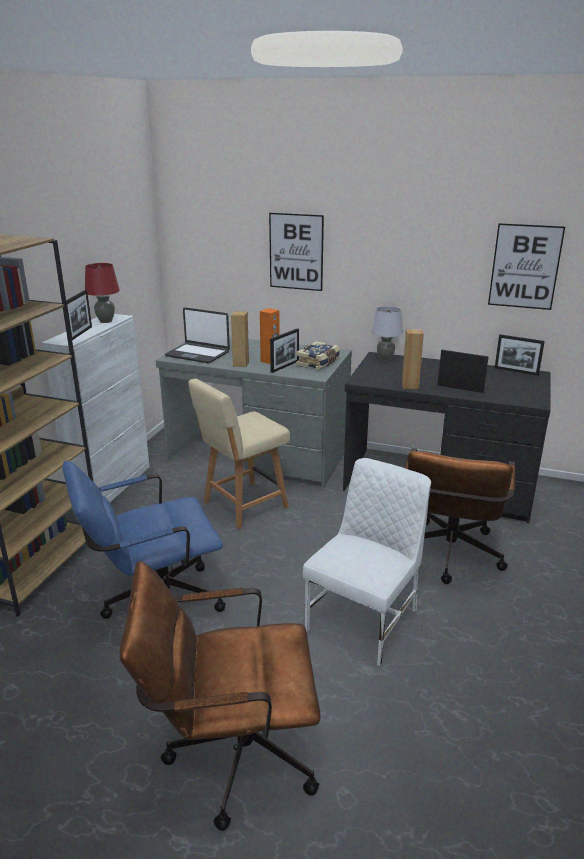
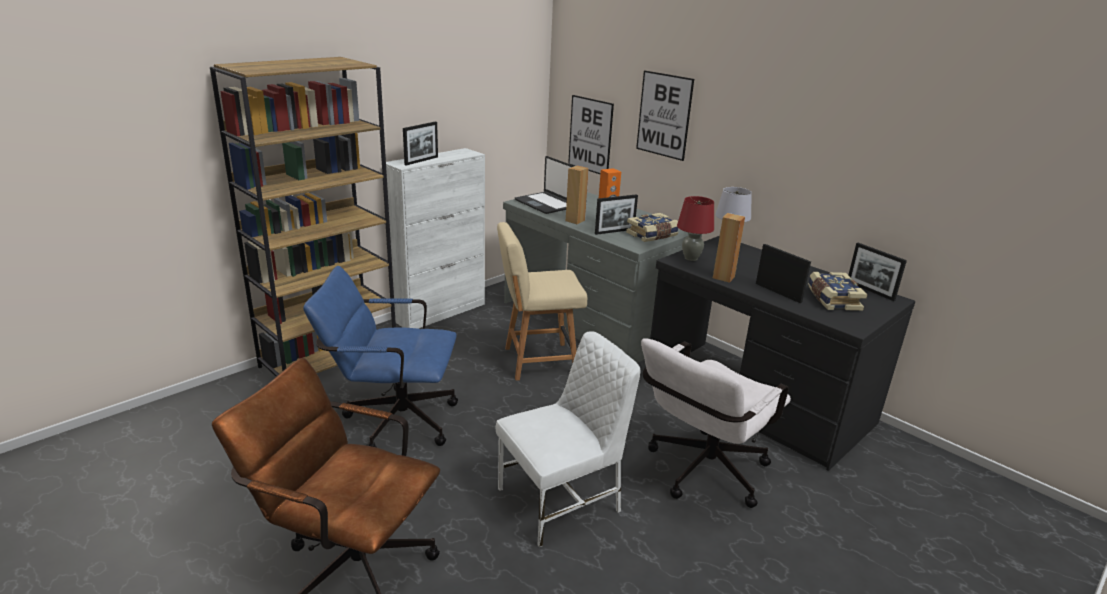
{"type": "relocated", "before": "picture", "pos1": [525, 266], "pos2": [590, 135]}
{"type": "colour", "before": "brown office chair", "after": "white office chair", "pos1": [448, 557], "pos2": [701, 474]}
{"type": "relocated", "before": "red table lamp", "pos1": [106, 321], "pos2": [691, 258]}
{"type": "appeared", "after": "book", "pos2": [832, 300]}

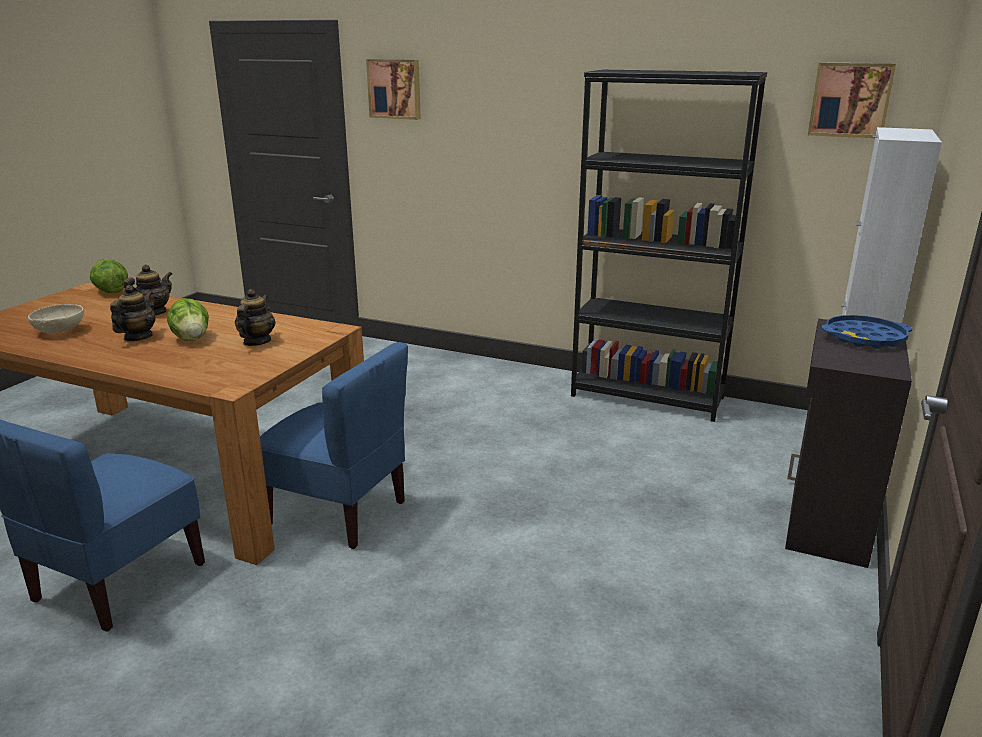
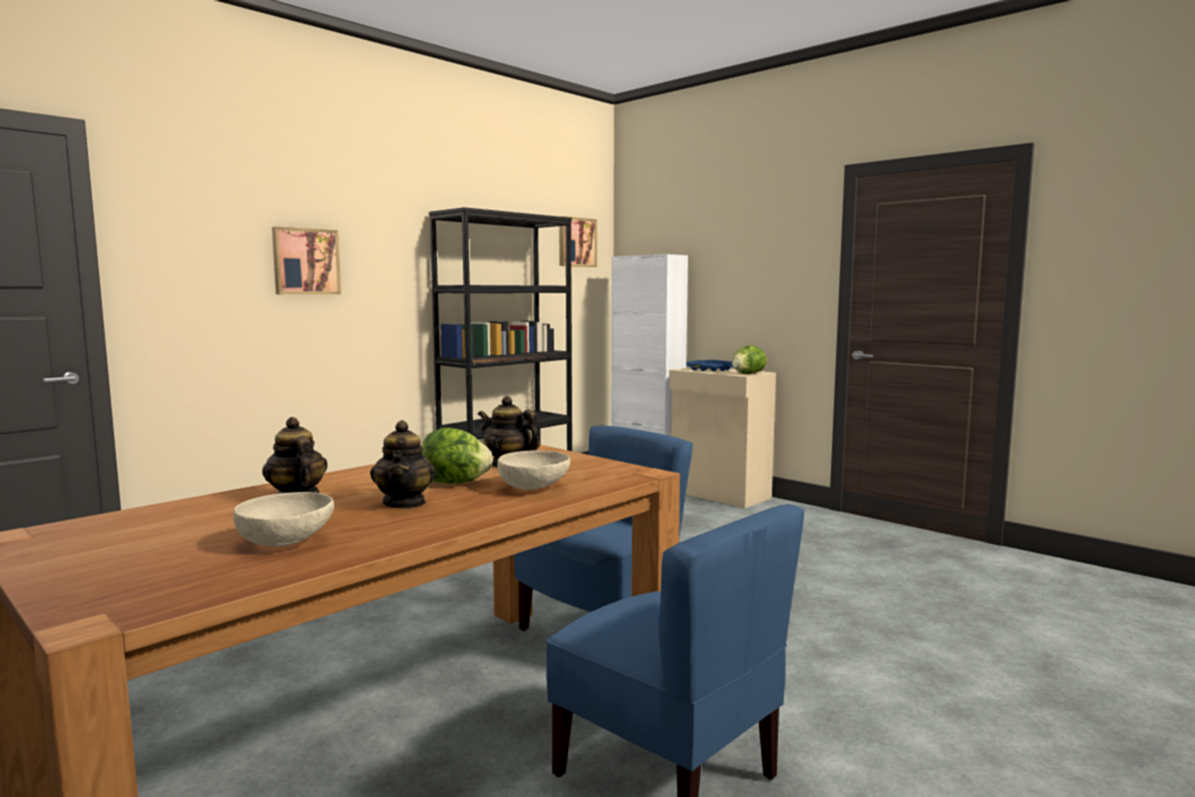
{"type": "relocated", "before": "picture", "pos1": [395, 89], "pos2": [305, 261]}
{"type": "spun", "before": "teapot", "pos1": [138, 337], "pos2": [405, 503], "turn": -135}
{"type": "appeared", "after": "beige bowl", "pos2": [534, 488]}
{"type": "colour", "before": "black cabinet", "after": "beige cabinet", "pos1": [825, 520], "pos2": [719, 495]}
{"type": "relocated", "before": "lettuce", "pos1": [110, 292], "pos2": [747, 374]}

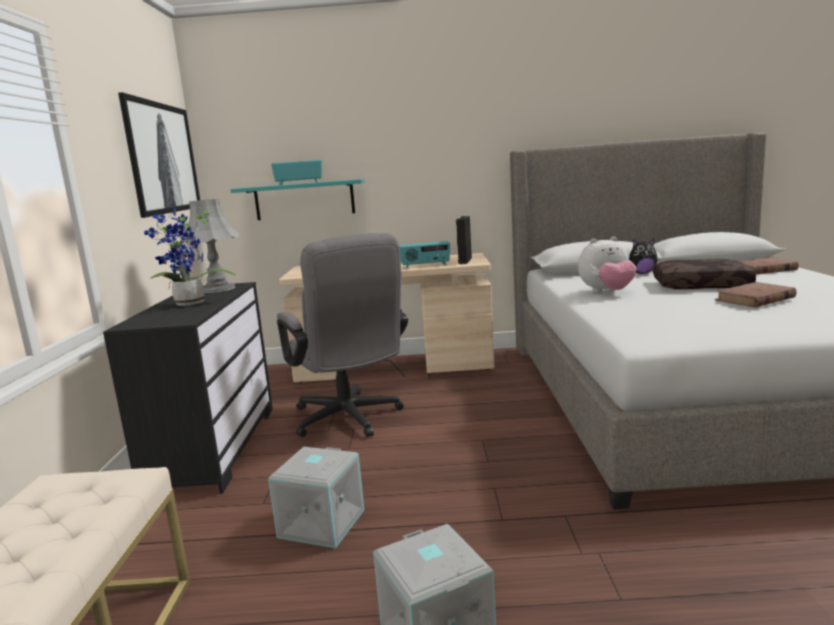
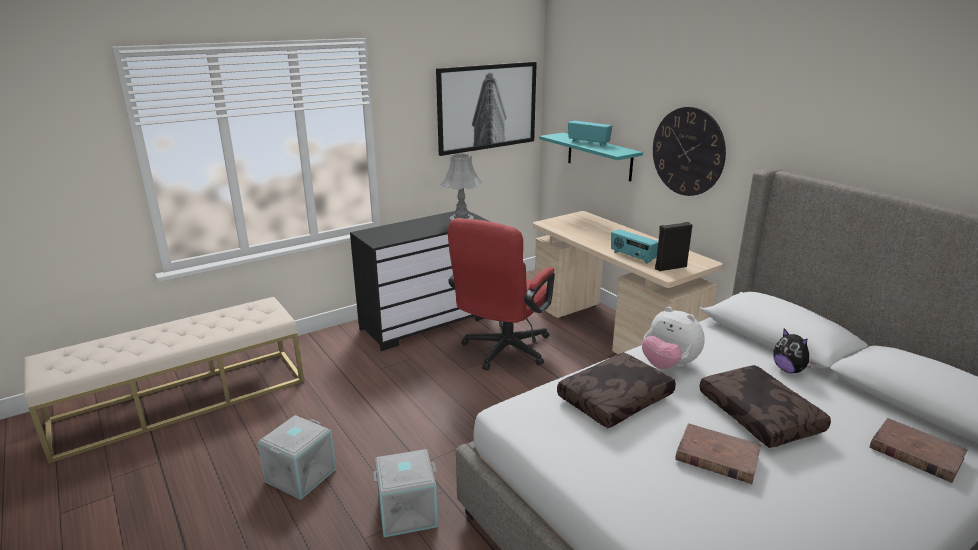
{"type": "relocated", "before": "grey storage box", "pos1": [320, 523], "pos2": [407, 511]}
{"type": "colour", "before": "grey office chair", "after": "red office chair", "pos1": [350, 420], "pos2": [502, 352]}
{"type": "appeared", "after": "brown pillow", "pos2": [615, 400]}
{"type": "appeared", "after": "wall clock", "pos2": [688, 151]}
{"type": "missing", "before": "potted plant", "pos1": [189, 304]}

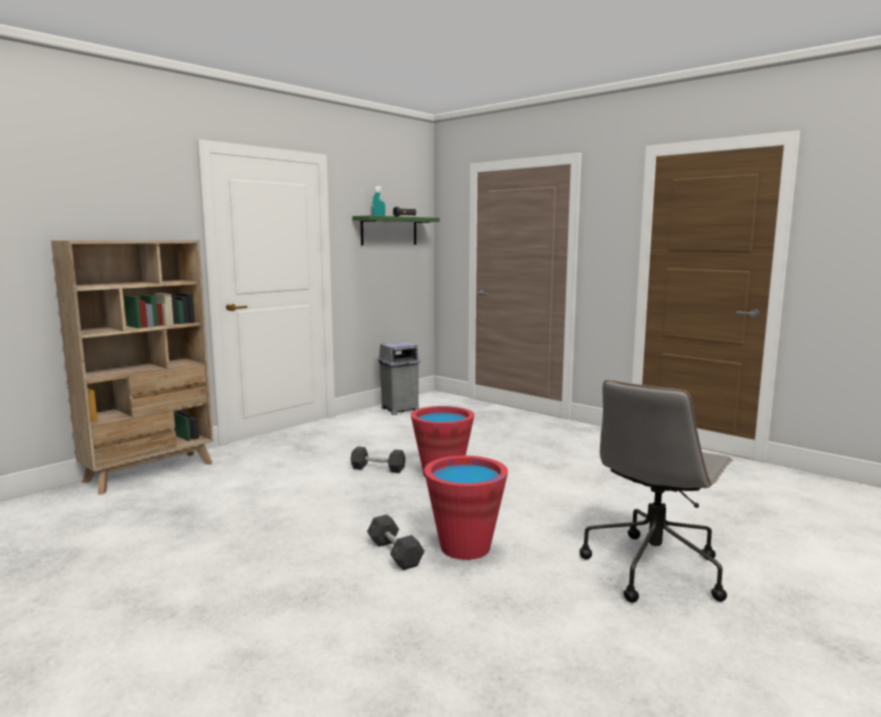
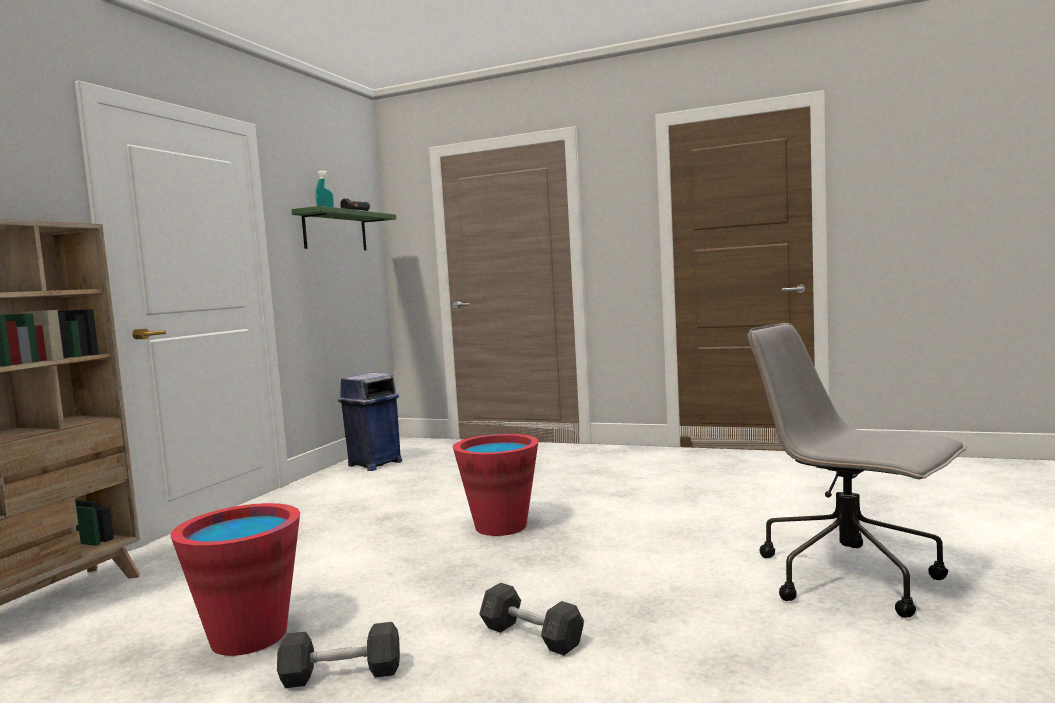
{"type": "relocated", "before": "red bucket", "pos1": [465, 547], "pos2": [249, 636]}
{"type": "relocated", "before": "grey dumbbell", "pos1": [378, 469], "pos2": [341, 674]}
{"type": "colour", "before": "grey trash can", "after": "blue trash can", "pos1": [399, 410], "pos2": [374, 464]}
{"type": "spun", "before": "grey office chair", "pos1": [653, 568], "pos2": [851, 578], "turn": 120}

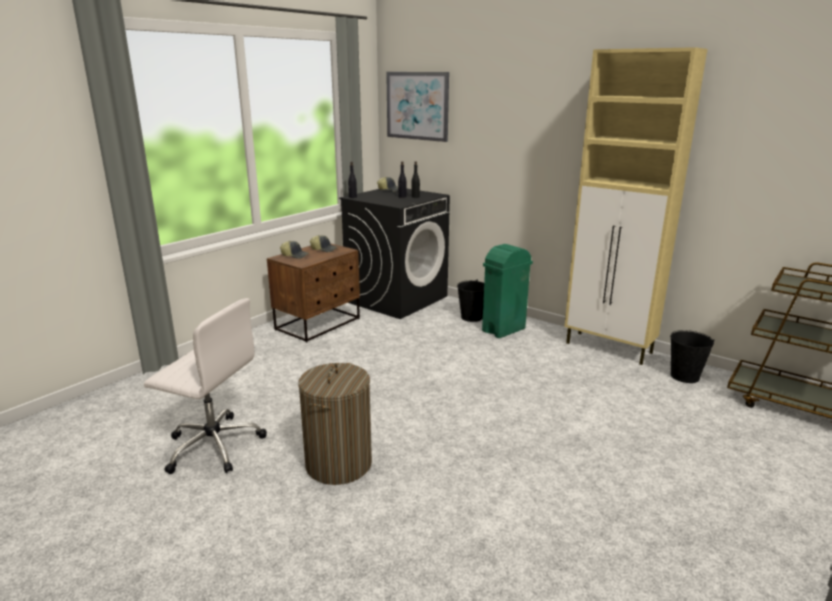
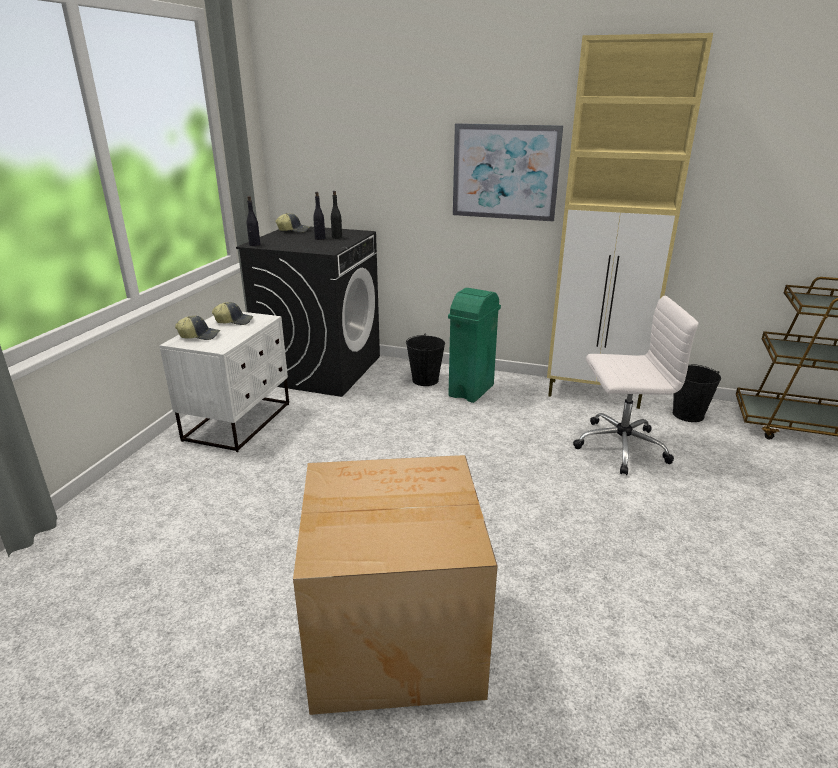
{"type": "colour", "before": "brown nightstand", "after": "white nightstand", "pos1": [319, 324], "pos2": [239, 421]}
{"type": "exchanged", "before": "laundry basket", "after": "cardboard box", "pos1": [338, 464], "pos2": [391, 633]}
{"type": "relocated", "before": "picture", "pos1": [417, 106], "pos2": [505, 172]}
{"type": "relocated", "before": "white office chair", "pos1": [213, 445], "pos2": [619, 446]}

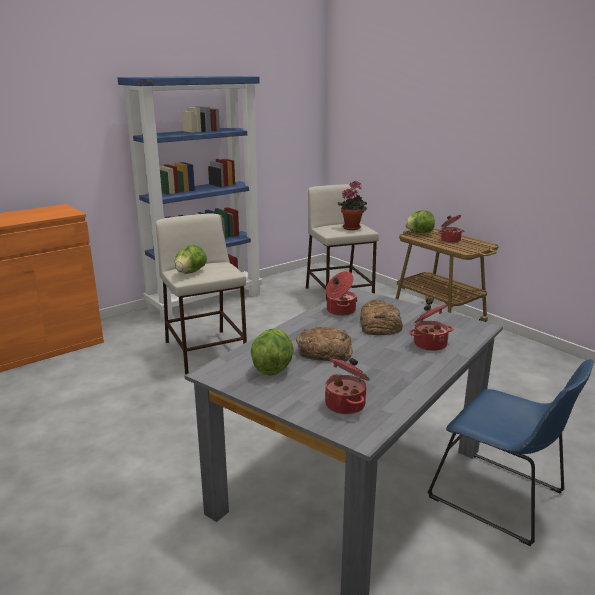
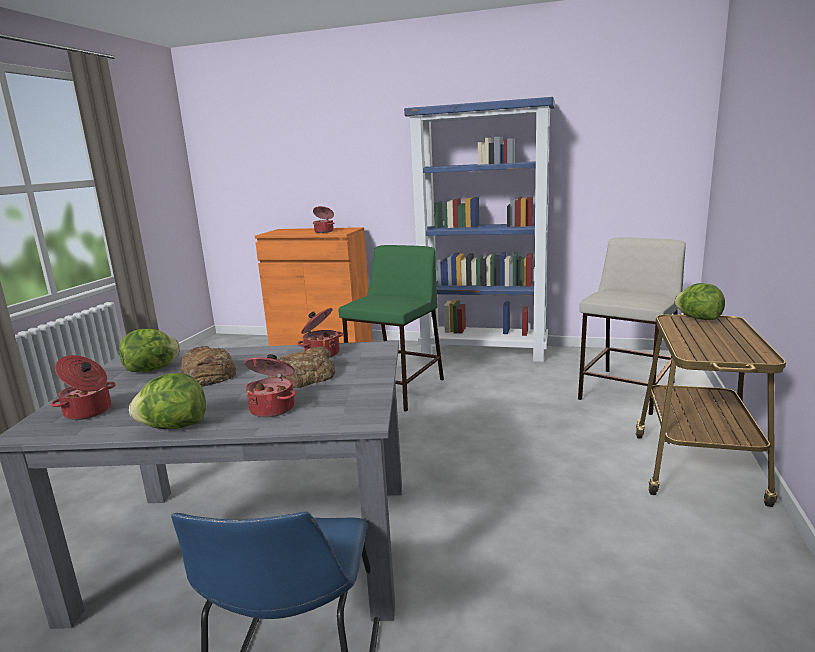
{"type": "relocated", "before": "lettuce", "pos1": [190, 272], "pos2": [174, 427]}
{"type": "relocated", "before": "cooking pot", "pos1": [450, 240], "pos2": [324, 231]}
{"type": "colour", "before": "beige stool", "after": "green stool", "pos1": [206, 352], "pos2": [397, 390]}
{"type": "missing", "before": "potted plant", "pos1": [352, 227]}

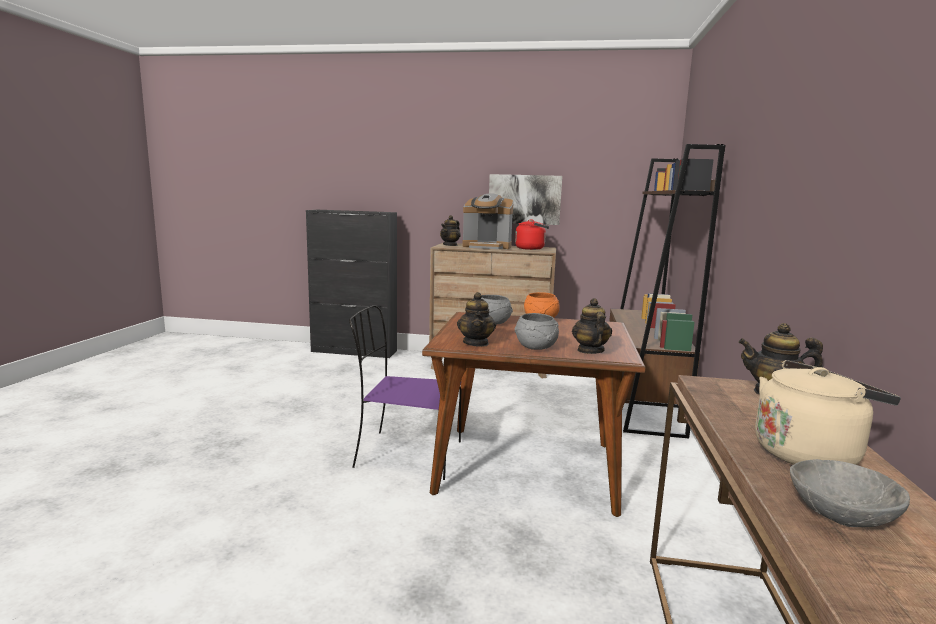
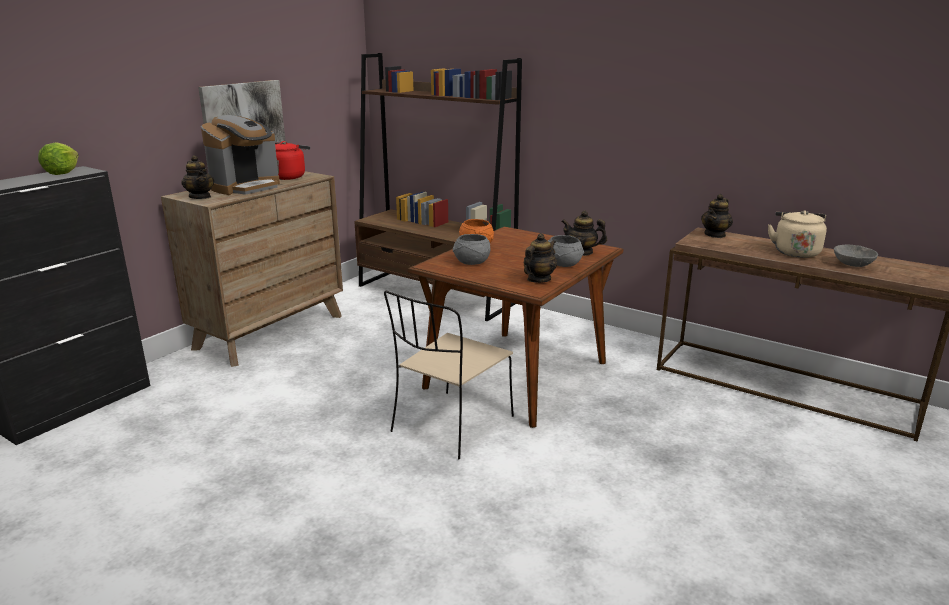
{"type": "appeared", "after": "lettuce", "pos2": [63, 172]}
{"type": "colour", "before": "purple chair", "after": "beige chair", "pos1": [406, 454], "pos2": [451, 426]}
{"type": "spun", "before": "teapot", "pos1": [476, 343], "pos2": [538, 279], "turn": -75}

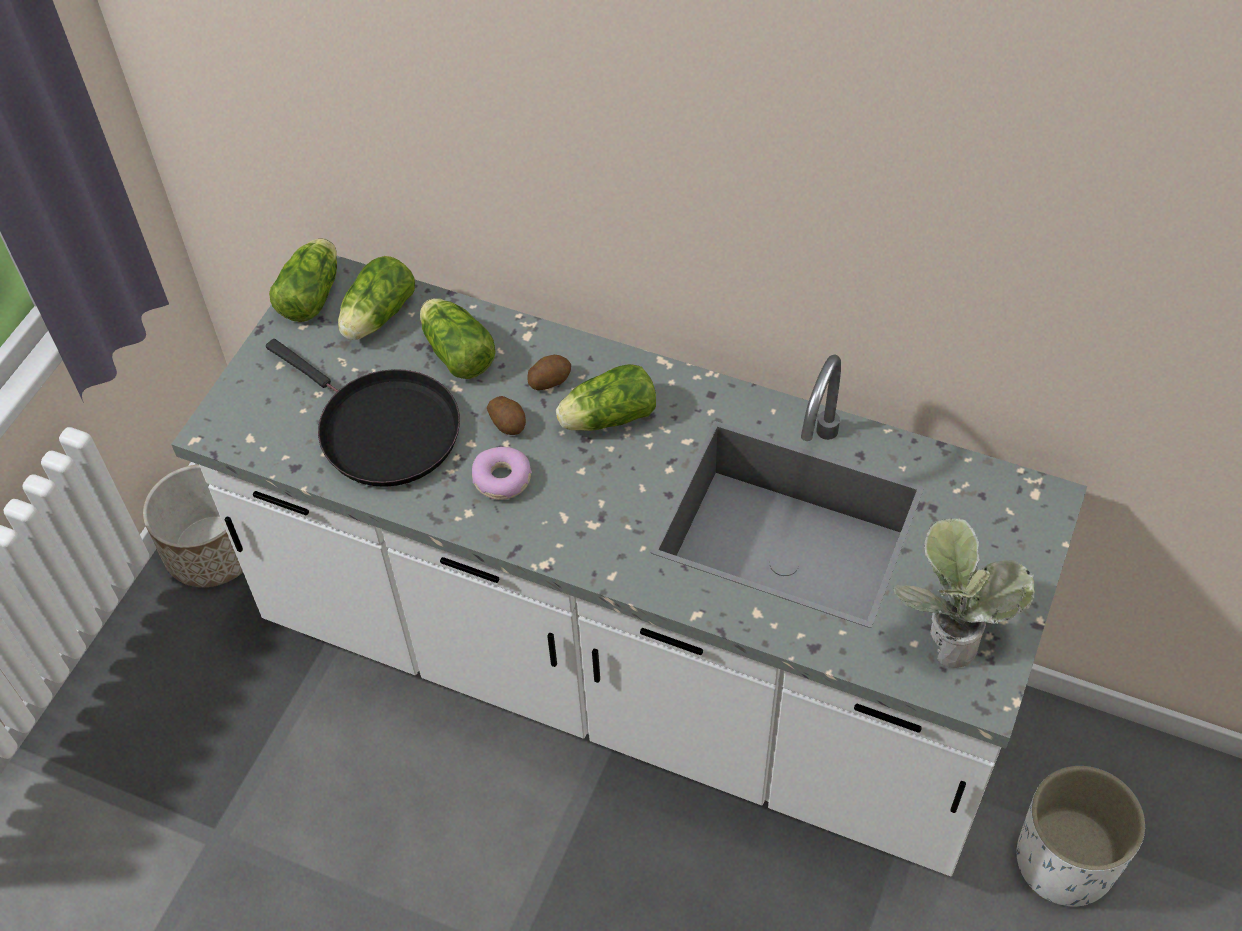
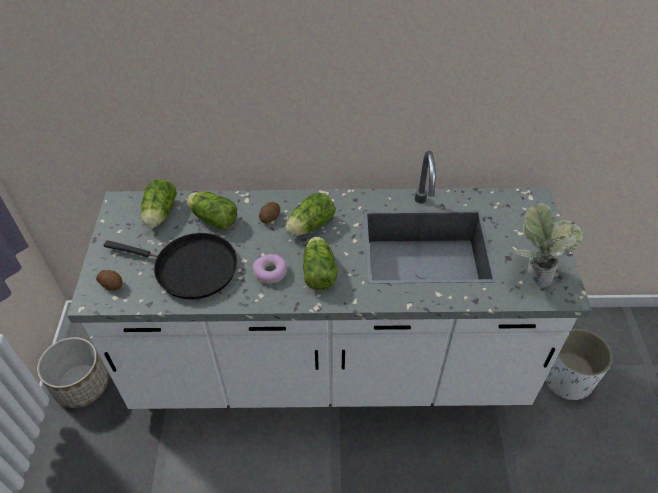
{"type": "relocated", "before": "potato", "pos1": [508, 423], "pos2": [112, 284]}
{"type": "relocated", "before": "lettuce", "pos1": [313, 293], "pos2": [319, 271]}

